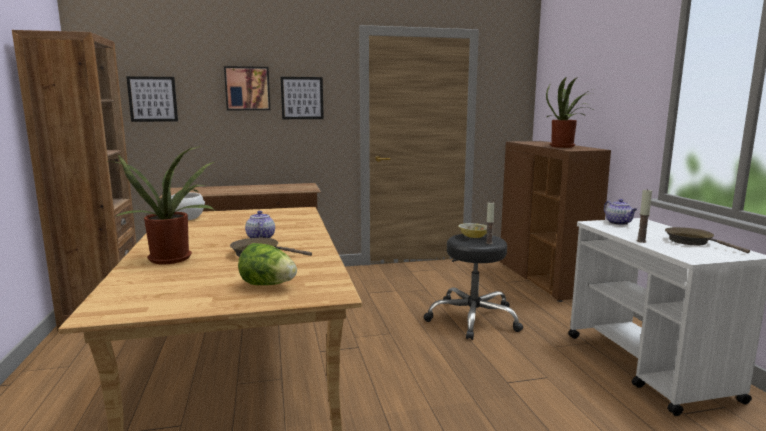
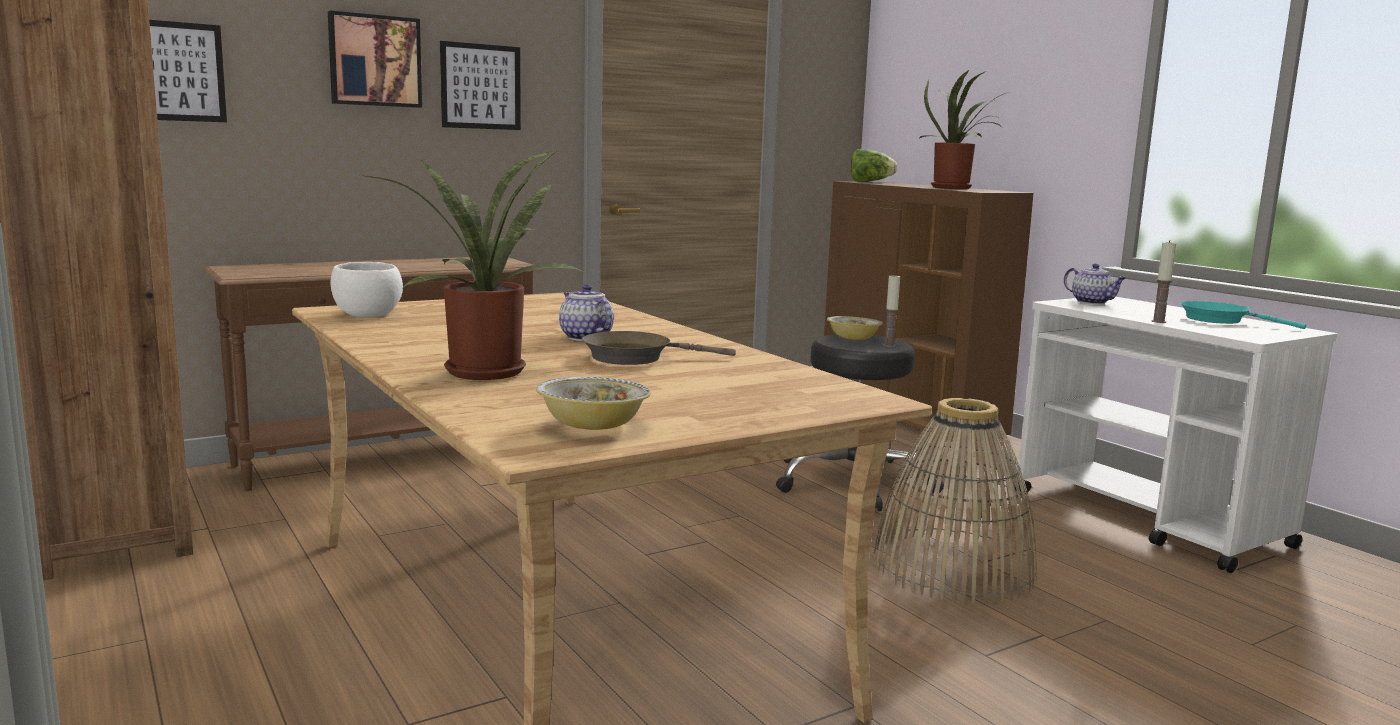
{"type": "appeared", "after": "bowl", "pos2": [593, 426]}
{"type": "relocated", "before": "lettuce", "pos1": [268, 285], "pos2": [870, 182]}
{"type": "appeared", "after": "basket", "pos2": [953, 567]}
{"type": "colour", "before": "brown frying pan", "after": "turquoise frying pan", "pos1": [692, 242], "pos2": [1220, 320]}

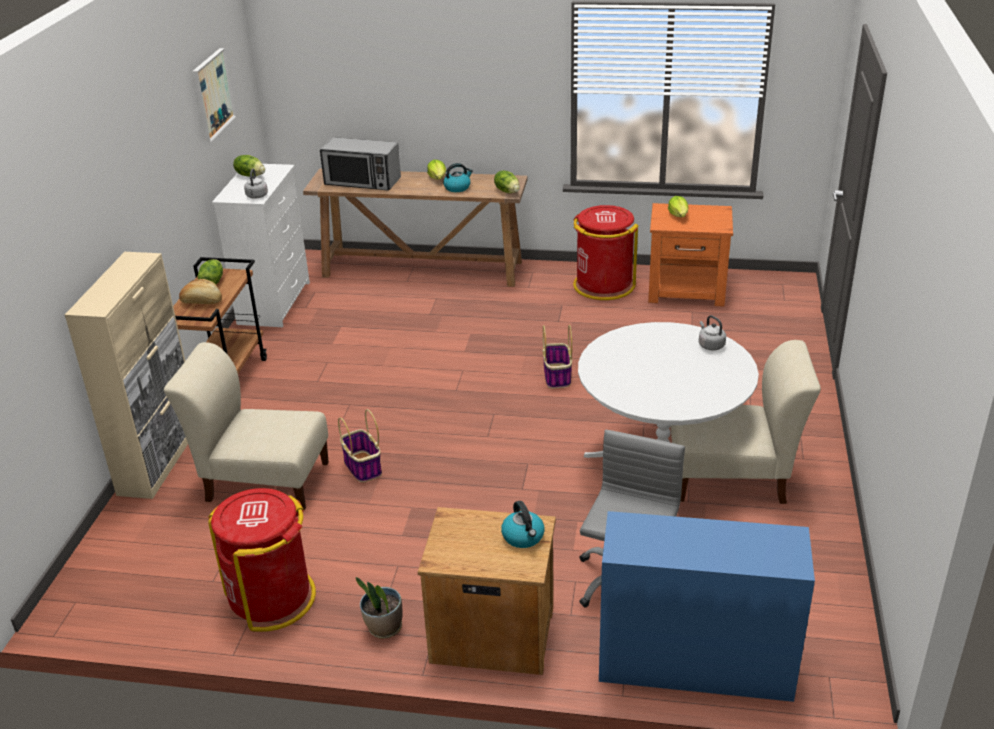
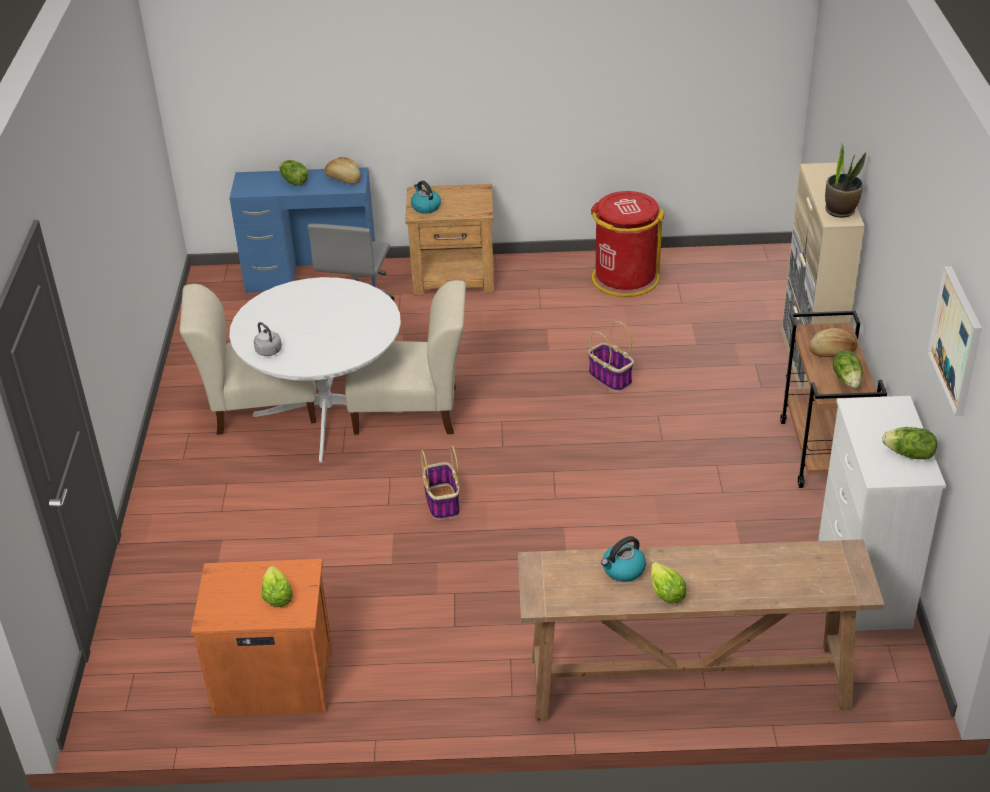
{"type": "relocated", "before": "lettuce", "pos1": [507, 191], "pos2": [294, 182]}
{"type": "appeared", "after": "bread", "pos2": [343, 179]}
{"type": "relocated", "before": "beige chair", "pos1": [263, 480], "pos2": [411, 411]}
{"type": "relocated", "before": "potted plant", "pos1": [384, 628], "pos2": [840, 210]}
{"type": "missing", "before": "grey kettle", "pos1": [256, 196]}
{"type": "missing", "before": "microwave", "pos1": [362, 182]}
{"type": "missing", "before": "red trash can", "pos1": [603, 285]}

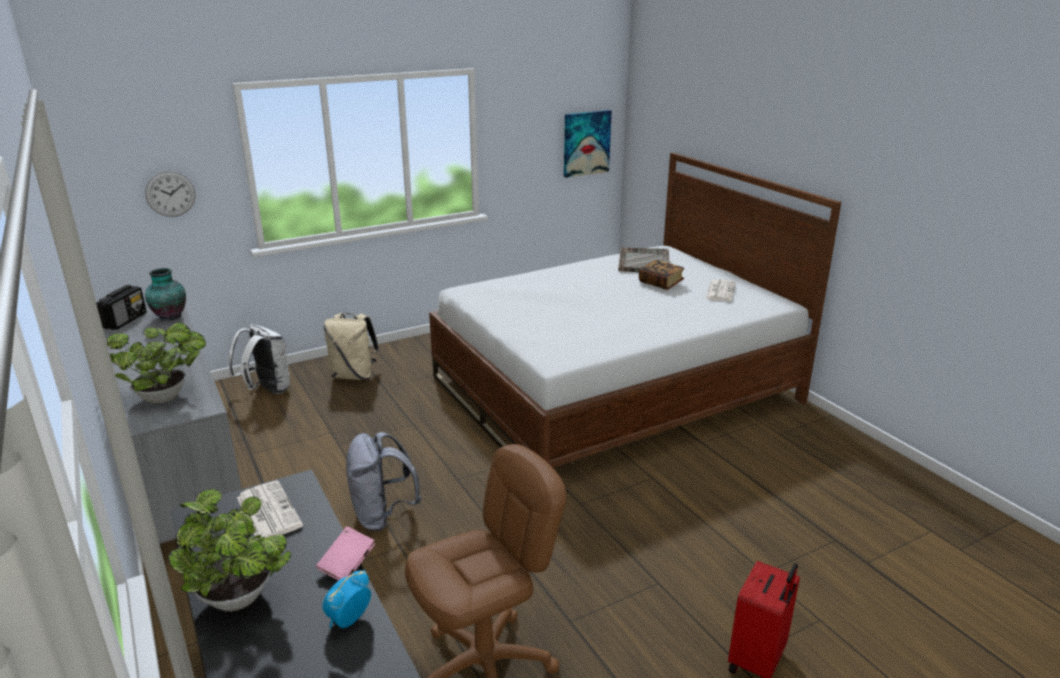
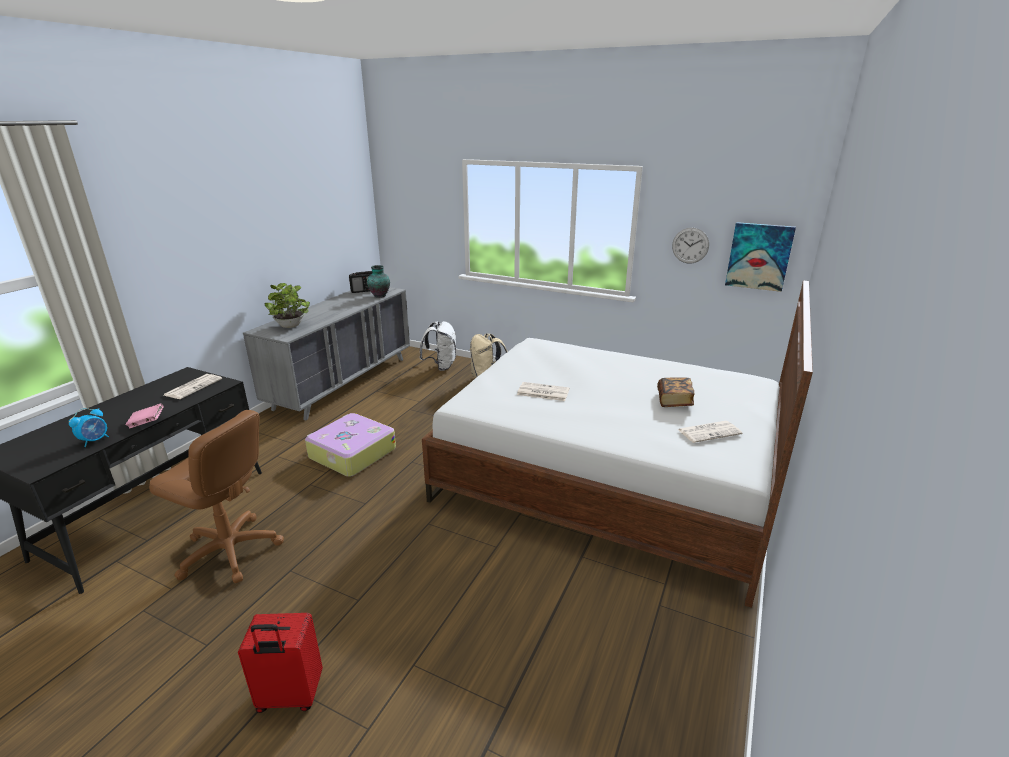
{"type": "spun", "before": "alarm clock", "pos1": [348, 620], "pos2": [95, 440], "turn": 120}
{"type": "exchanged", "before": "grey backpack", "after": "suitcase", "pos1": [383, 516], "pos2": [351, 453]}
{"type": "appeared", "after": "newspaper", "pos2": [542, 392]}
{"type": "relocated", "before": "wall clock", "pos1": [170, 194], "pos2": [690, 245]}
{"type": "missing", "before": "potted plant", "pos1": [240, 600]}
{"type": "missing", "before": "grey tray", "pos1": [644, 261]}

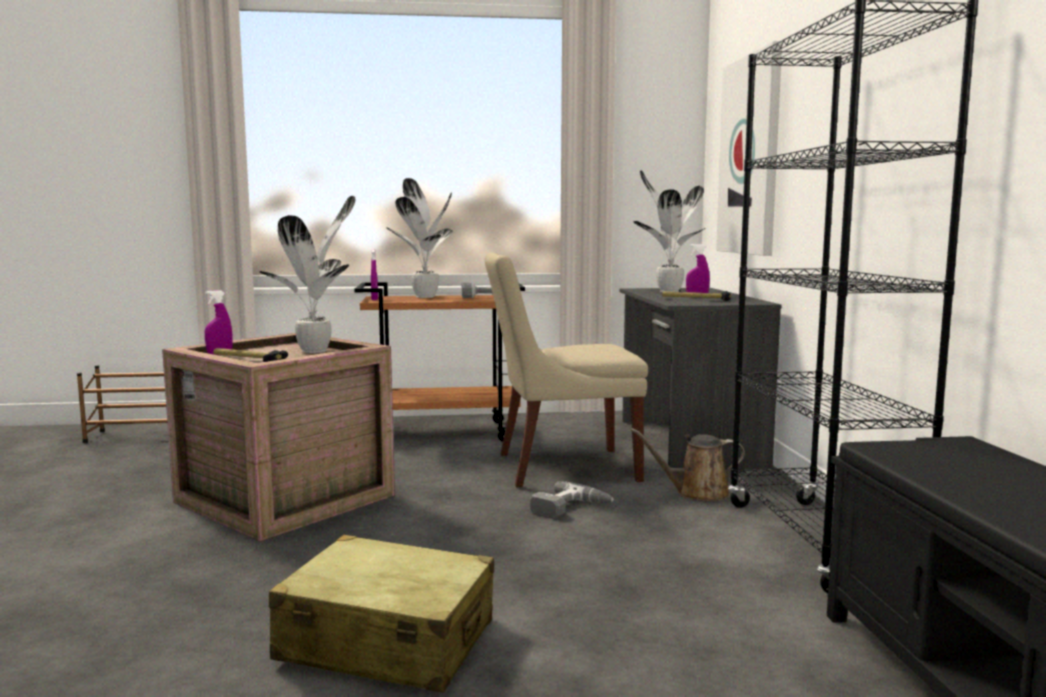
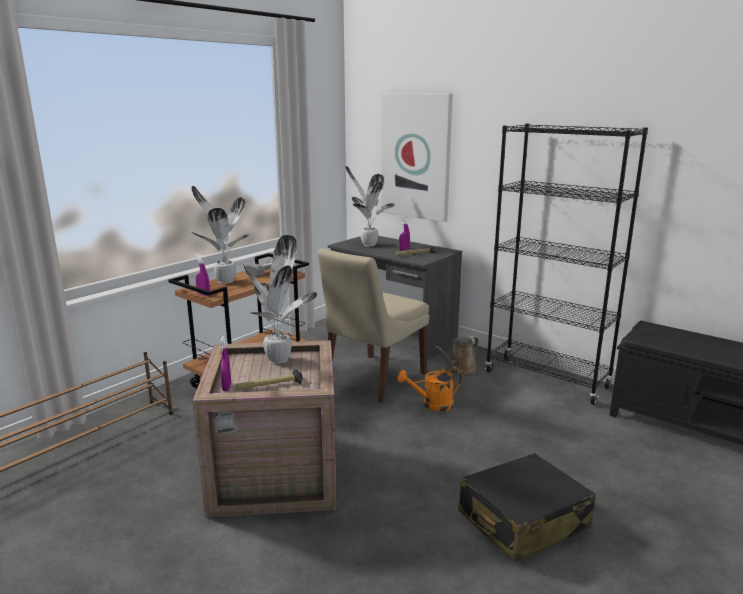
{"type": "exchanged", "before": "power drill", "after": "orange watering can", "pos1": [571, 509], "pos2": [432, 405]}
{"type": "colour", "before": "beige suitcase", "after": "black suitcase", "pos1": [387, 641], "pos2": [522, 521]}

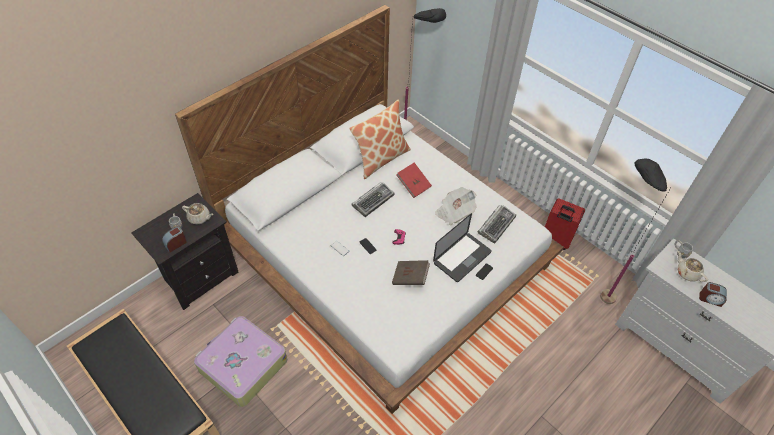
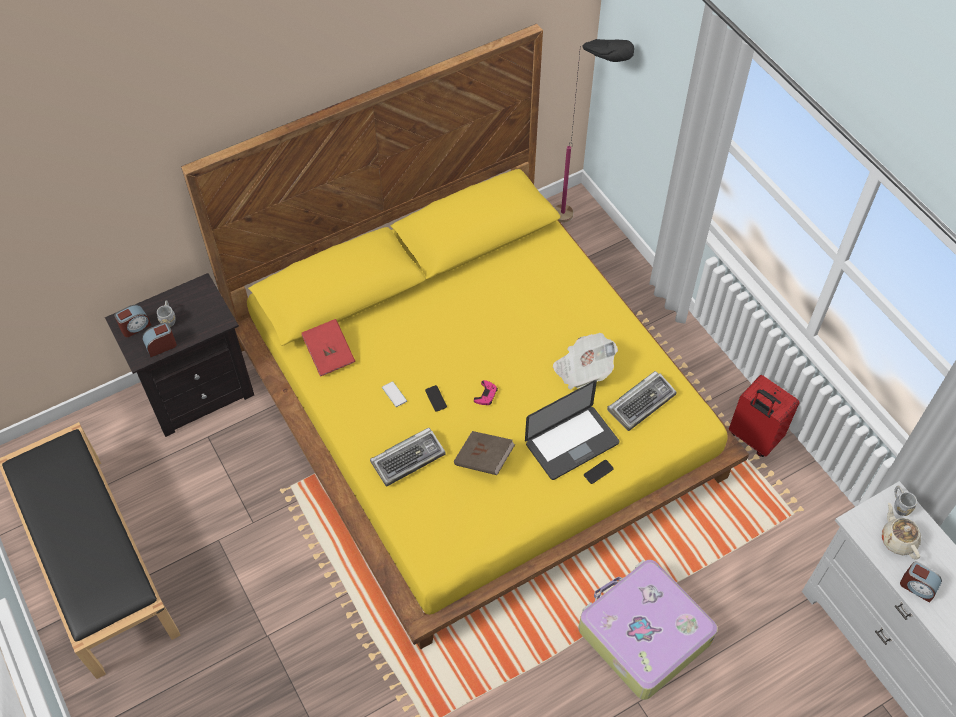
{"type": "appeared", "after": "alarm clock", "pos2": [135, 326]}
{"type": "colour", "before": "white bed", "after": "yellow bed", "pos1": [385, 254], "pos2": [477, 409]}
{"type": "relocated", "before": "red book", "pos1": [413, 185], "pos2": [329, 354]}
{"type": "relocated", "before": "keyboard", "pos1": [373, 201], "pos2": [408, 458]}
{"type": "relocated", "before": "suitcase", "pos1": [242, 365], "pos2": [642, 634]}
{"type": "missing", "before": "beige teapot", "pos1": [199, 218]}
{"type": "missing", "before": "pillow", "pos1": [381, 158]}
{"type": "missing", "before": "black floor lamp", "pos1": [595, 290]}

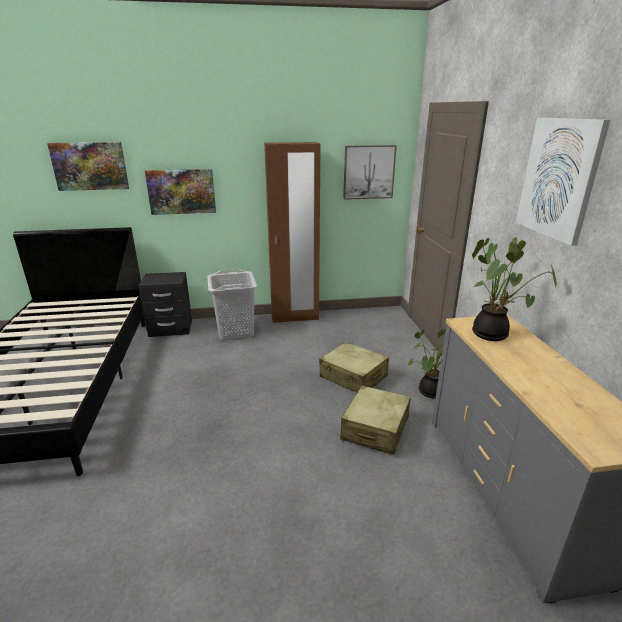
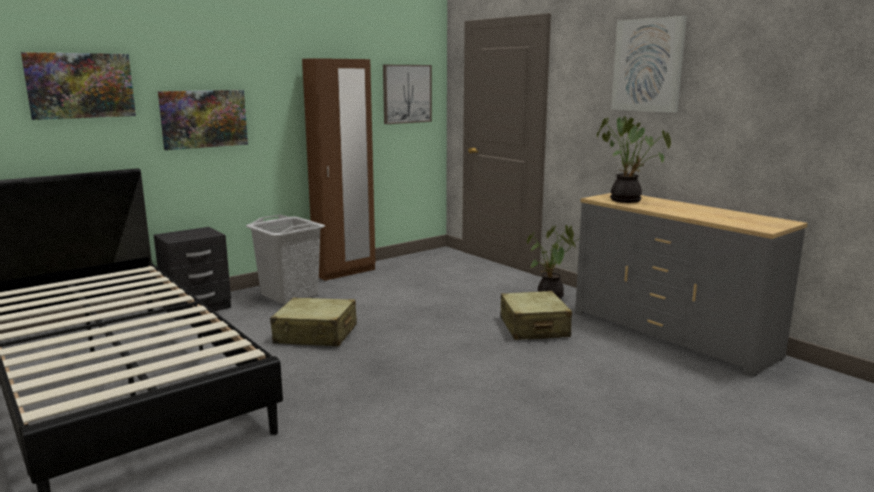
{"type": "relocated", "before": "beige suitcase", "pos1": [353, 377], "pos2": [316, 334]}

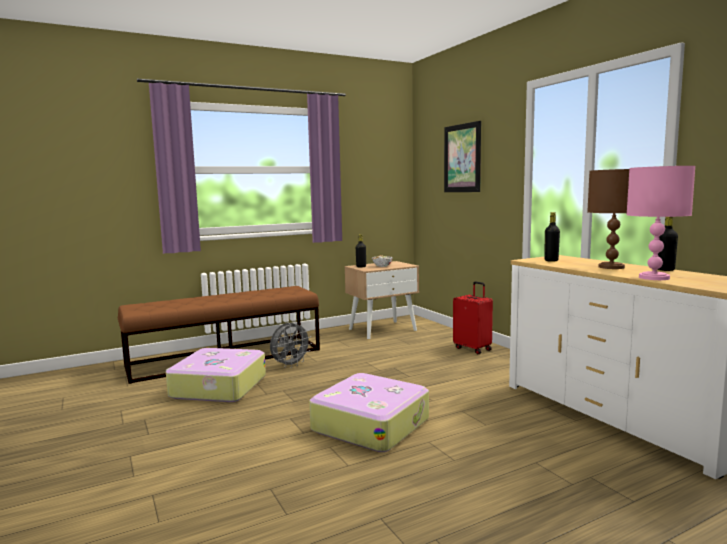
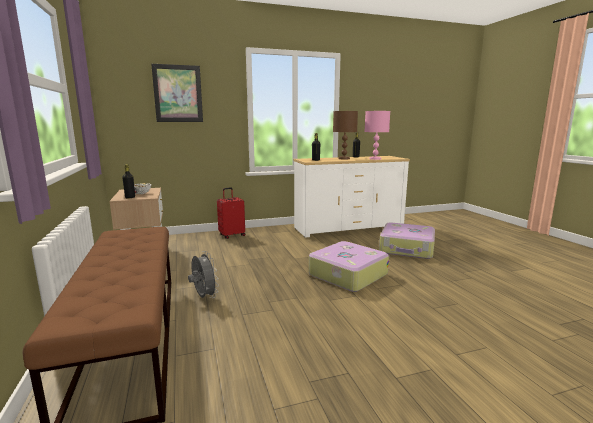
{"type": "relocated", "before": "suitcase", "pos1": [217, 387], "pos2": [407, 248]}

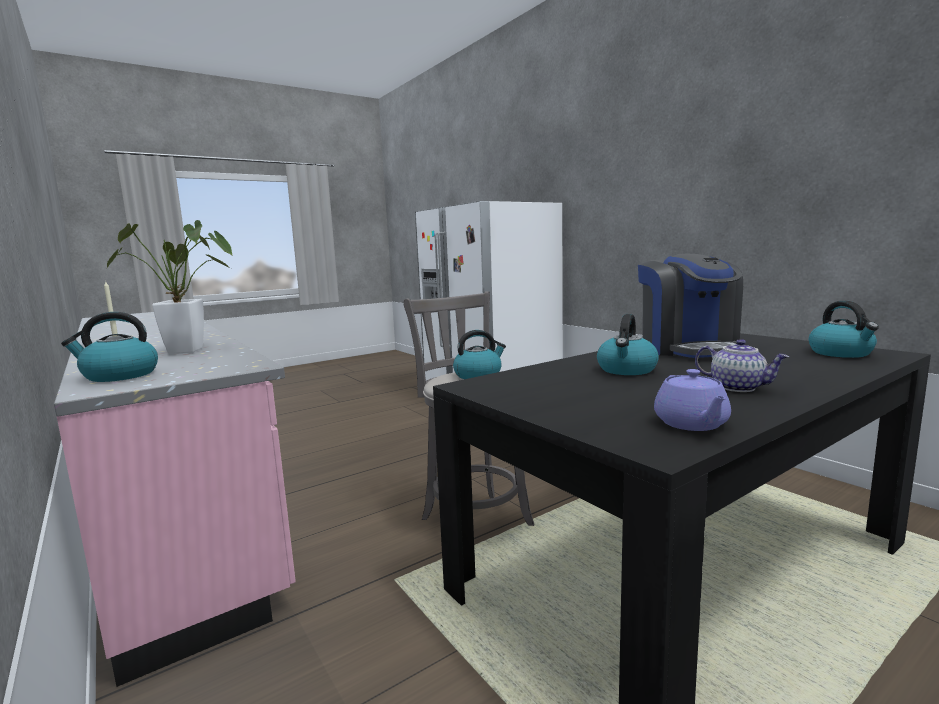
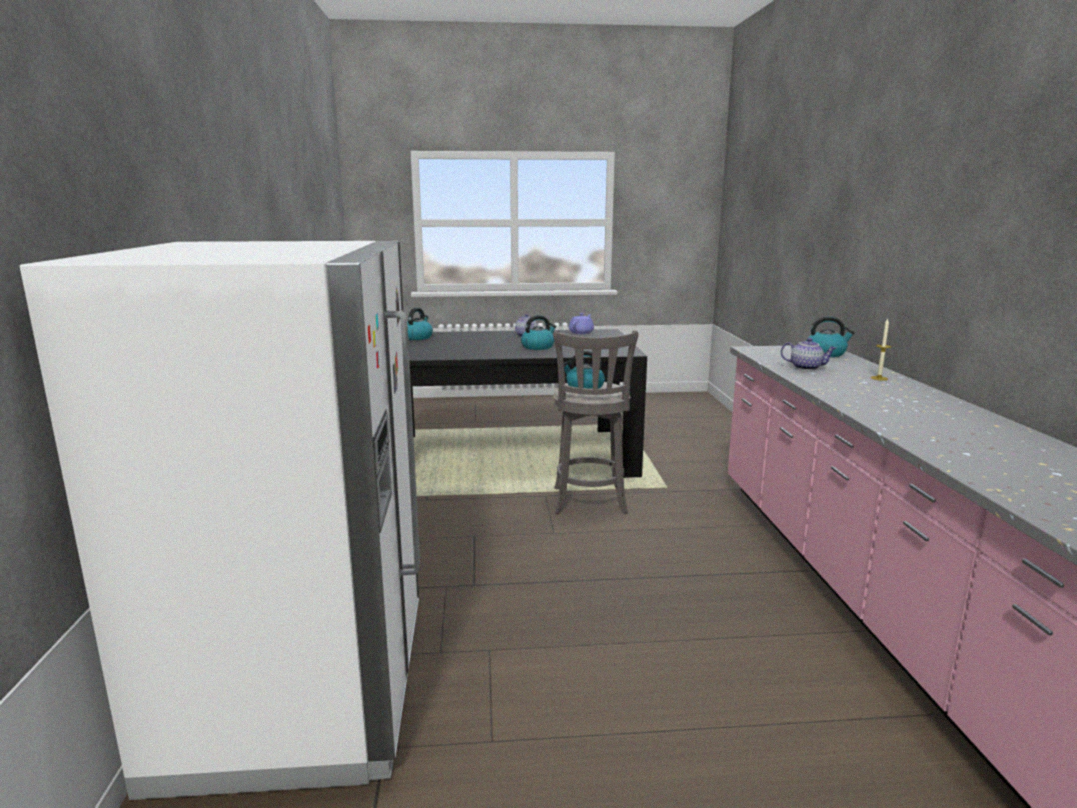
{"type": "exchanged", "before": "potted plant", "after": "teapot", "pos1": [193, 351], "pos2": [806, 367]}
{"type": "missing", "before": "coffee machine", "pos1": [688, 348]}

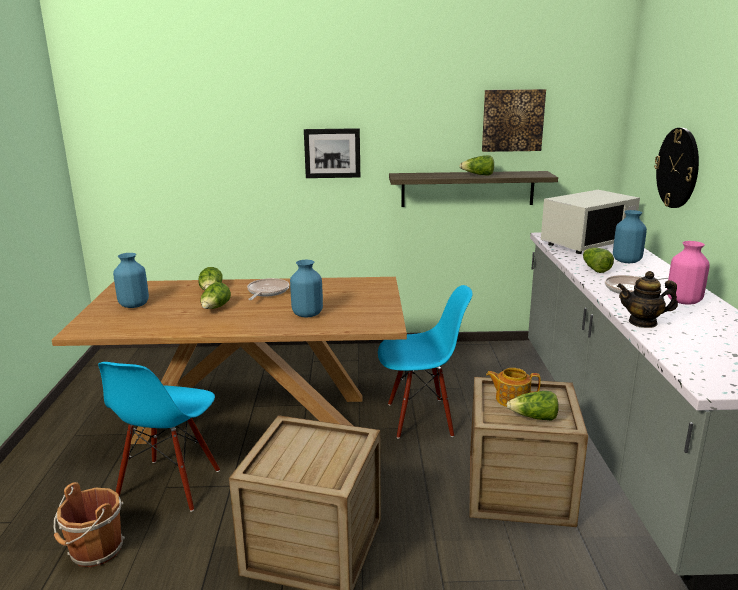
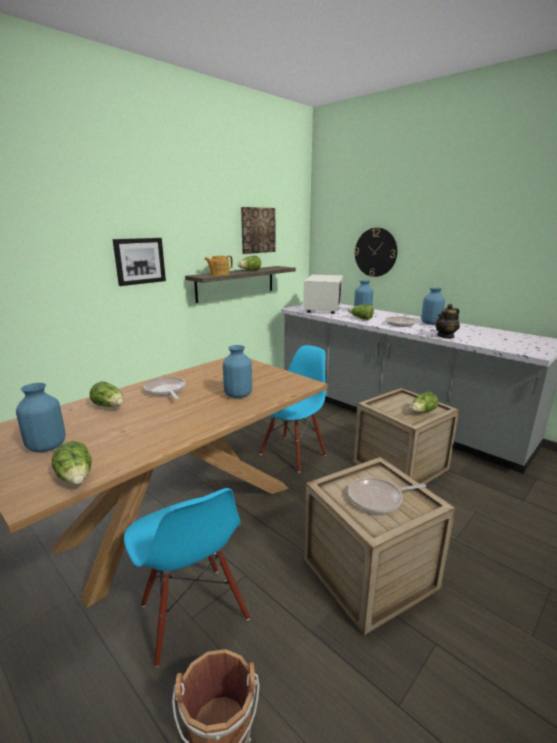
{"type": "relocated", "before": "lettuce", "pos1": [215, 308], "pos2": [76, 478]}
{"type": "relocated", "before": "teapot", "pos1": [511, 399], "pos2": [219, 274]}
{"type": "appeared", "after": "frying pan", "pos2": [378, 499]}
{"type": "colour", "before": "pink vase", "after": "blue vase", "pos1": [684, 301], "pos2": [431, 323]}

